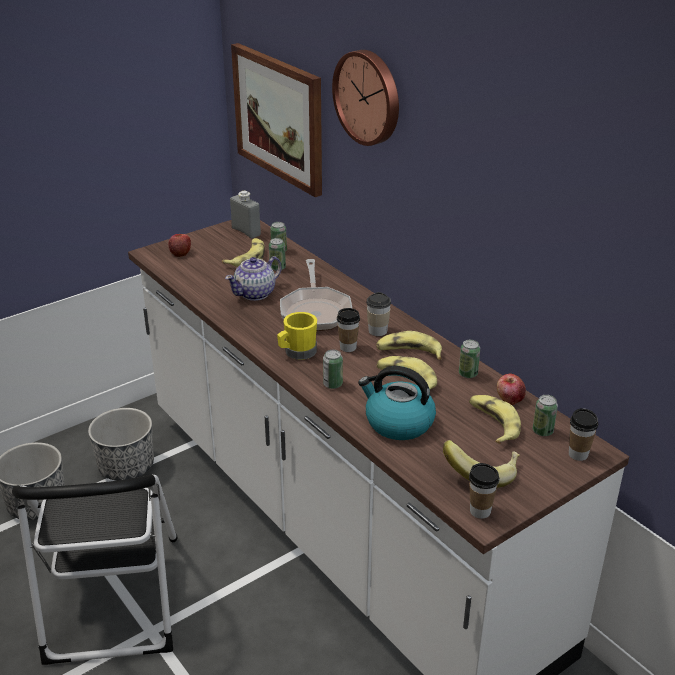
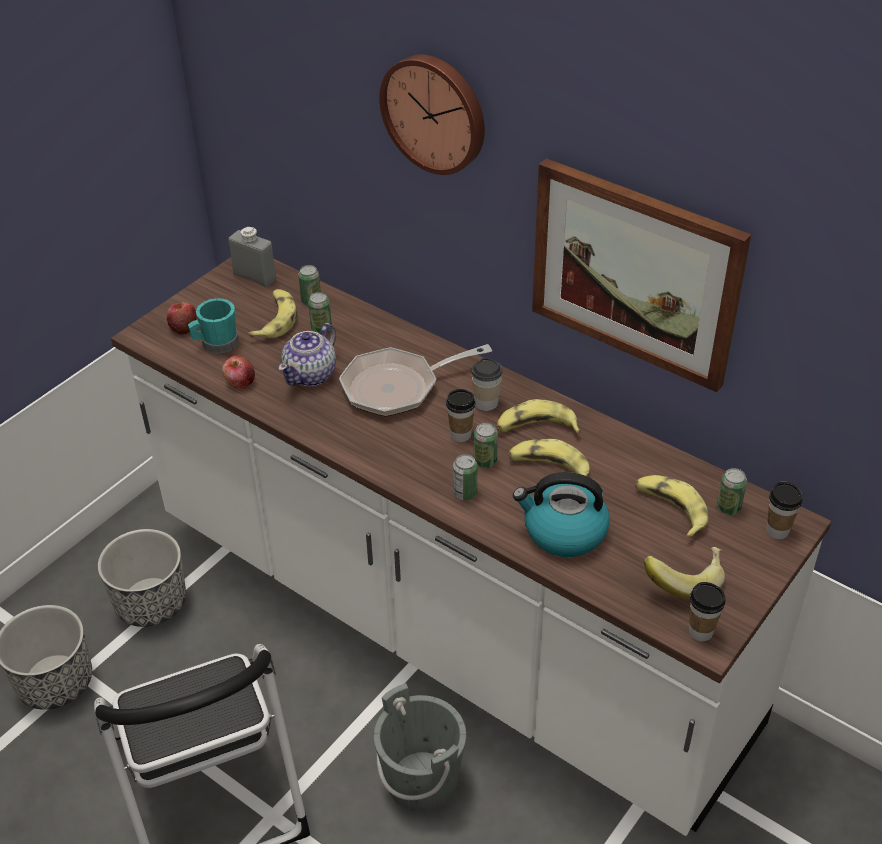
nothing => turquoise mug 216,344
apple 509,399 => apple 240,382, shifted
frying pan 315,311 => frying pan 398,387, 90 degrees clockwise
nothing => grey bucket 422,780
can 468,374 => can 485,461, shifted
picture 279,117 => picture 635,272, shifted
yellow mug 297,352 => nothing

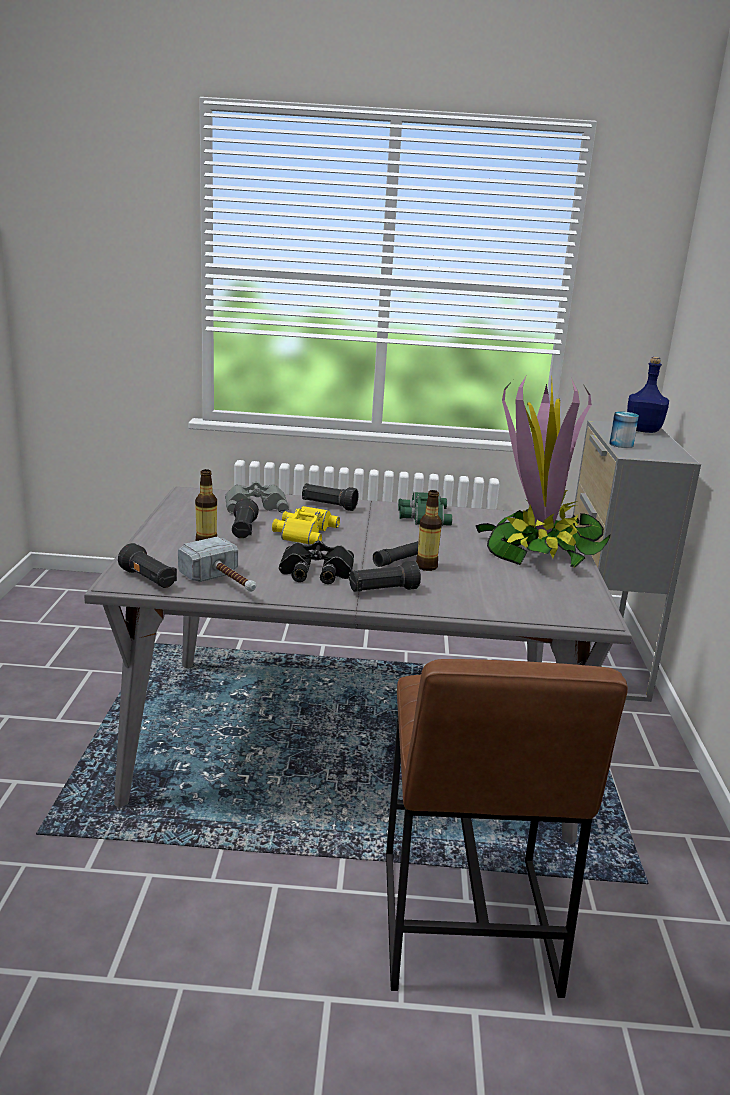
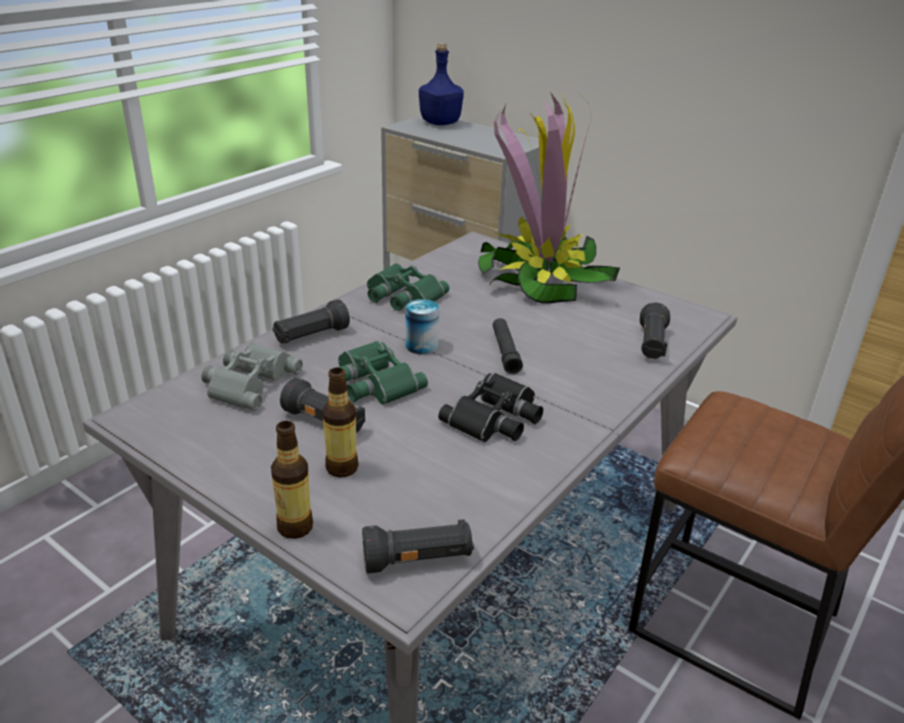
bottle 426,566 => bottle 295,527, shifted
yellow binoculars 303,532 => green binoculars 372,382
can 621,444 => can 421,345, shifted
black flashlight 382,591 => black flashlight 651,344, shifted
hammer 224,583 => nothing

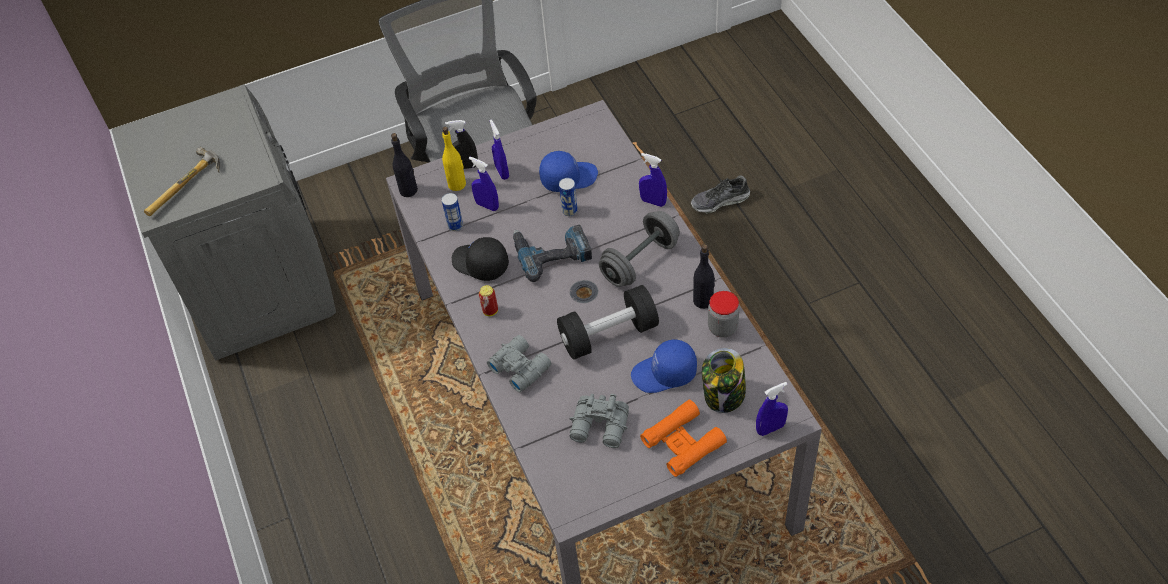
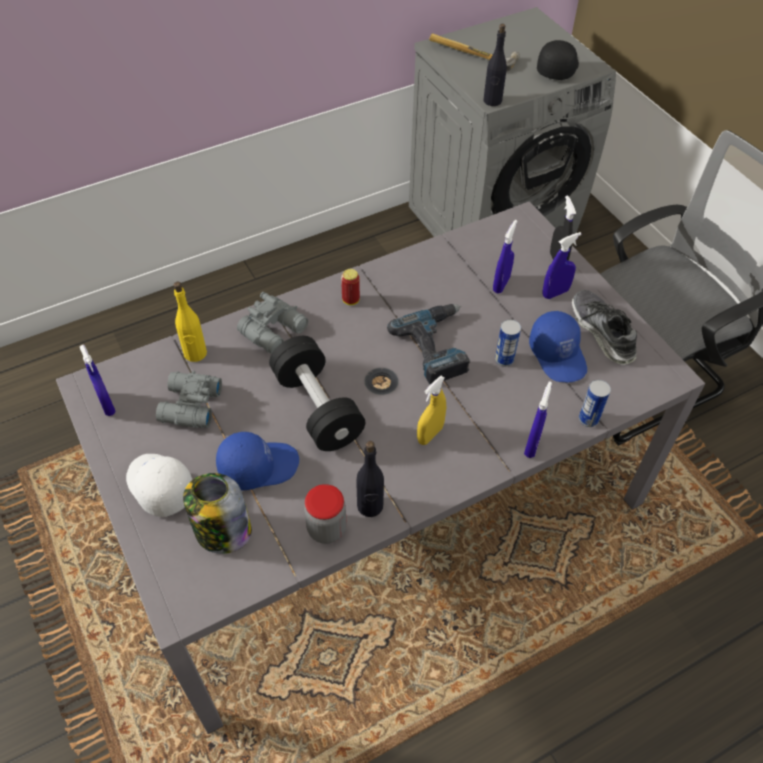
blue spray bottle 770,428 => blue spray bottle 107,405, shifted
orange binoculars 682,442 => white cap 159,487
yellow bottle 457,184 => yellow bottle 195,353, shifted
blue cap 664,374 => blue cap 258,466, 90 degrees clockwise
grey dumbbell 640,261 => yellow spray bottle 430,434
black bottle 408,190 => black bottle 492,101, shifted
black cap 480,264 => black cap 557,68, shifted
shoe 720,201 => shoe 601,332, shifted
can 455,226 => can 588,419, shifted

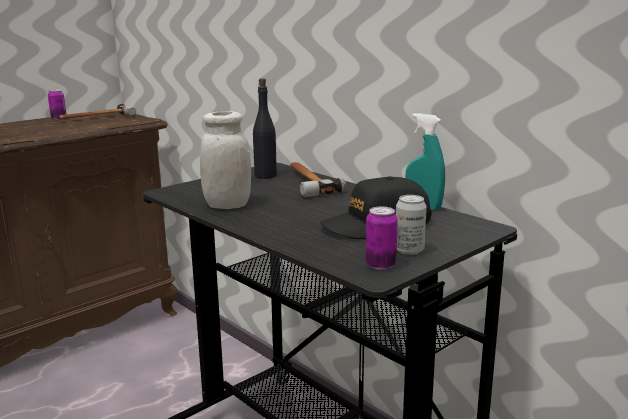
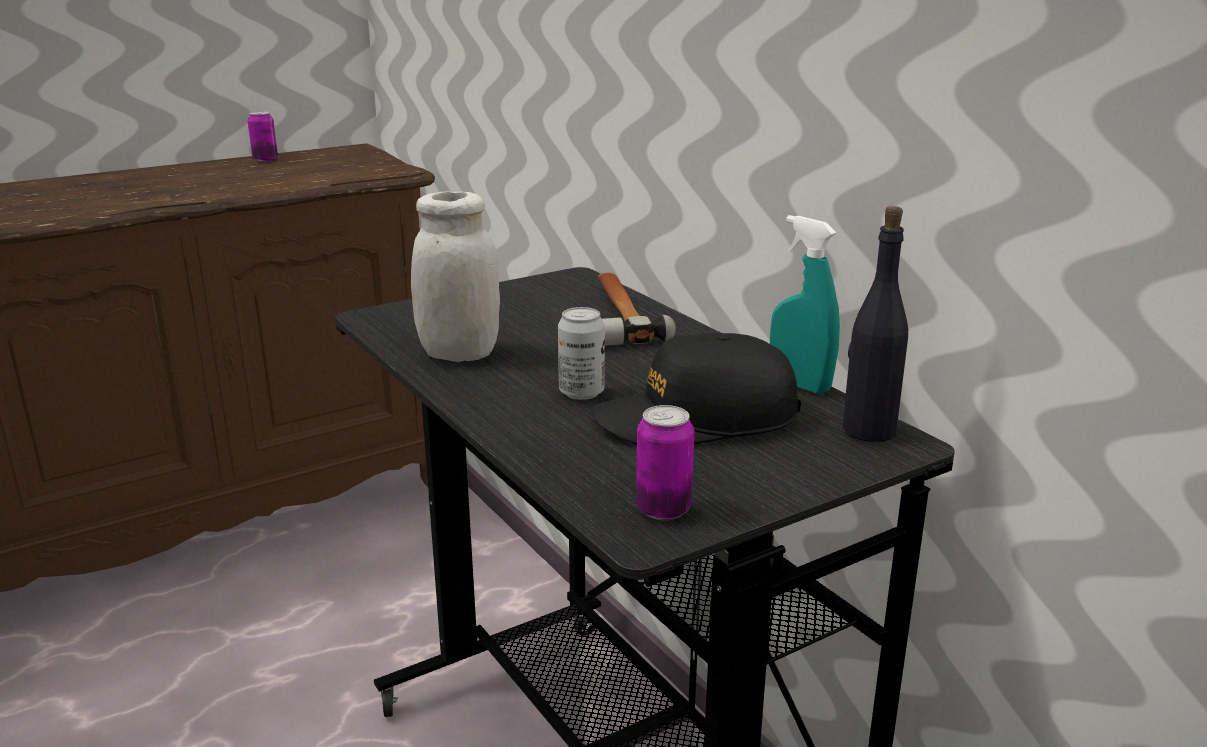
can 409,250 => can 581,392, shifted
black bottle 265,175 => black bottle 868,430, shifted
hammer 97,118 => nothing

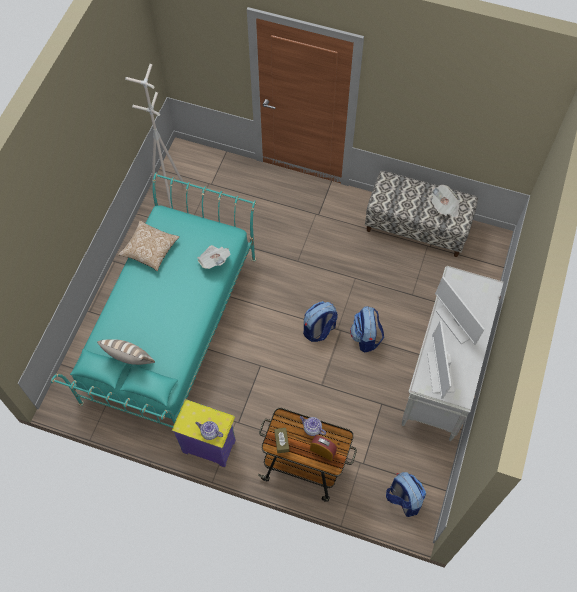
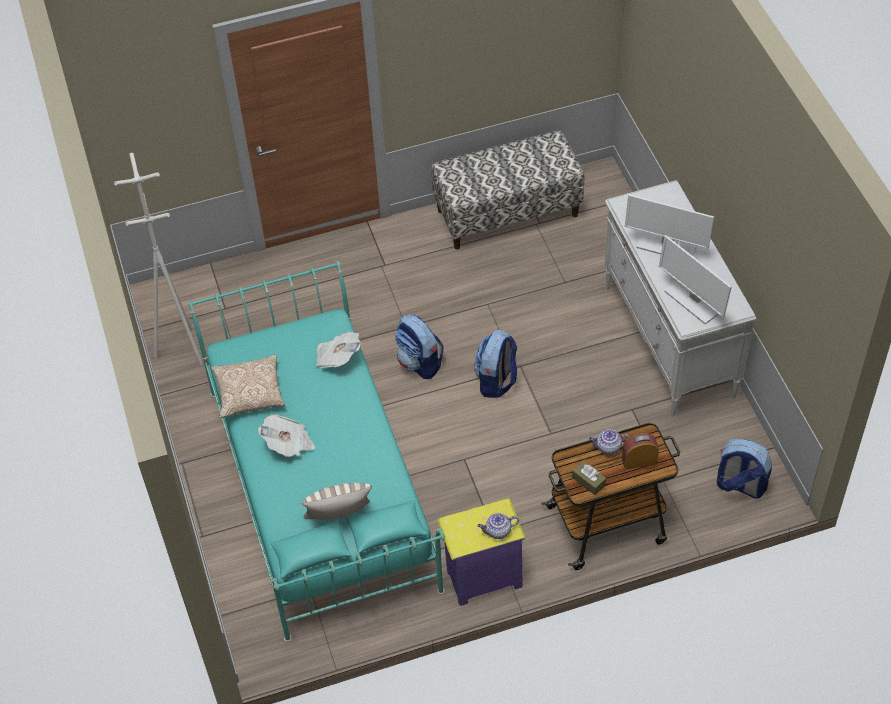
newspaper 444,207 => newspaper 288,444, shifted
backpack 366,337 => backpack 420,363, shifted

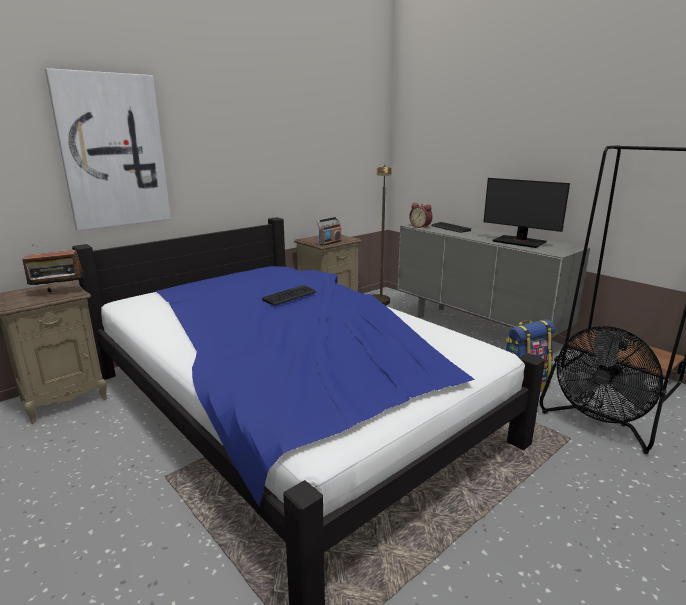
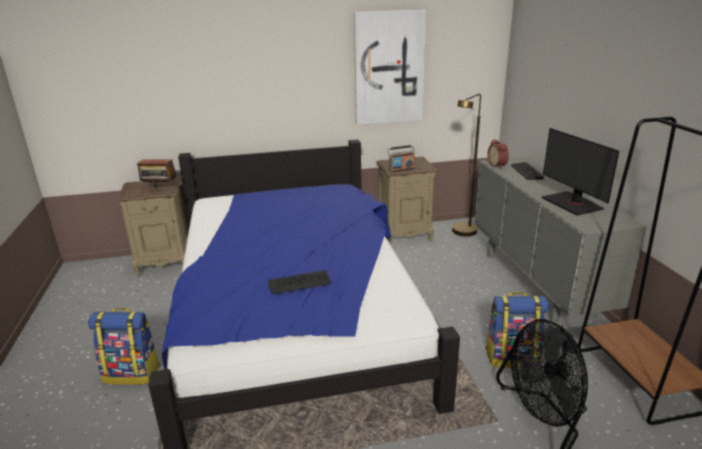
nothing => backpack 132,373
keyboard 290,296 => keyboard 299,283, shifted
picture 113,151 => picture 389,68, shifted

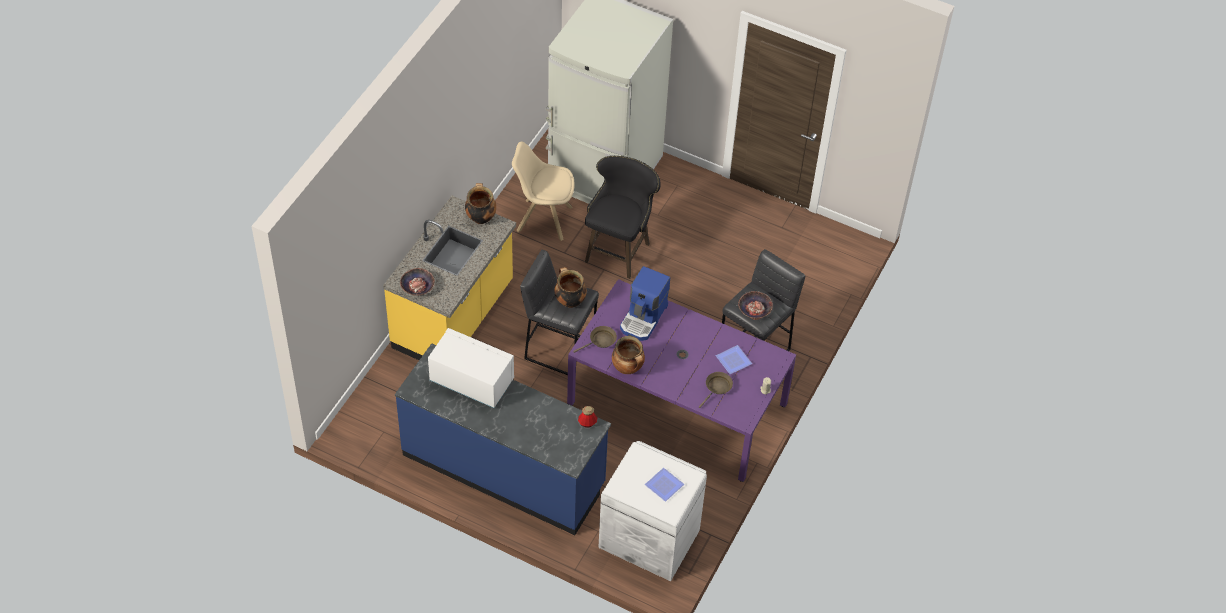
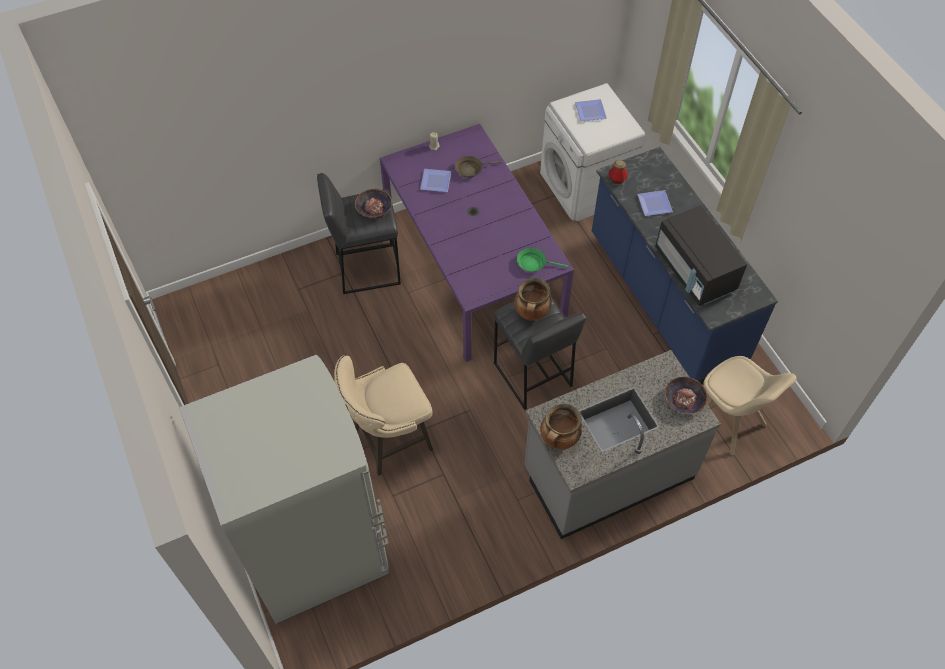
black stool 619,250 => beige stool 389,441
brown frying pan 600,341 => green frying pan 534,263
yellow counter 454,316 => grey counter 607,473
nothing => plate 653,205
white microwave 471,381 => black microwave 694,271
beige chair 543,219 => beige chair 728,421, shifted
cooking pot 628,368 => nothing
coffee machine 644,318 => nothing

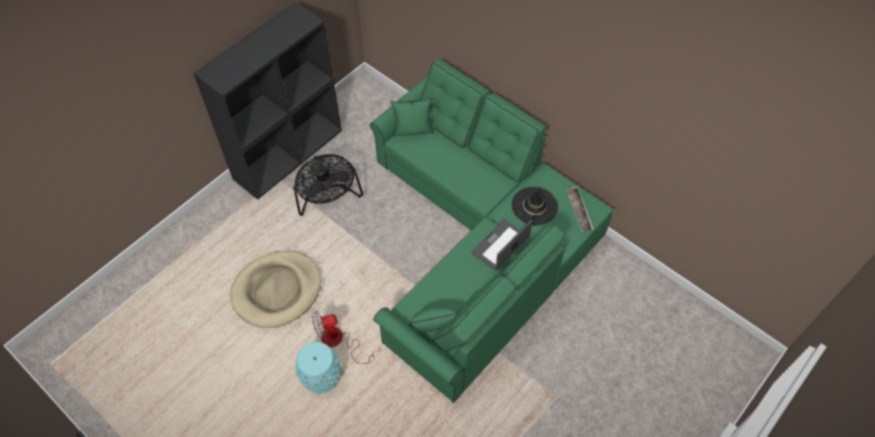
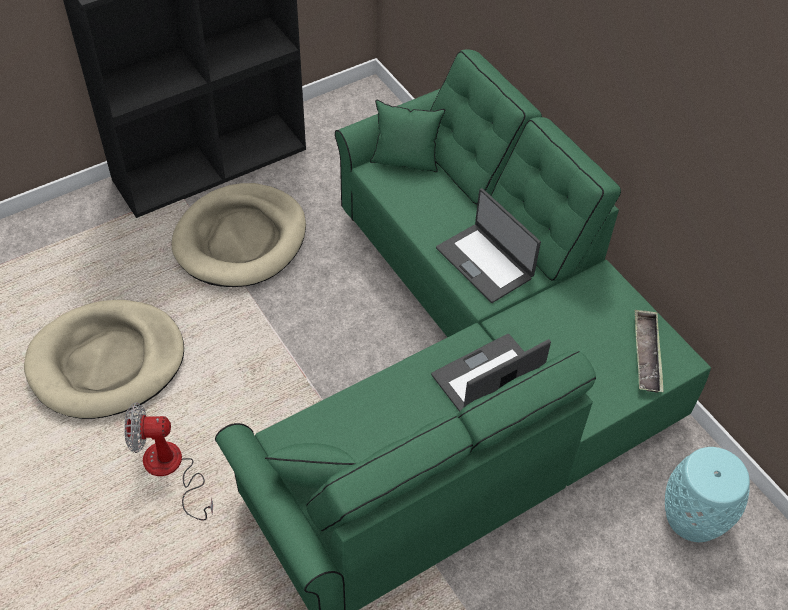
black fan 325,197 => beige dog bed 241,239
nothing => laptop 485,262
turquoise stool 321,378 => turquoise stool 694,516, shifted
black hat 534,206 => nothing

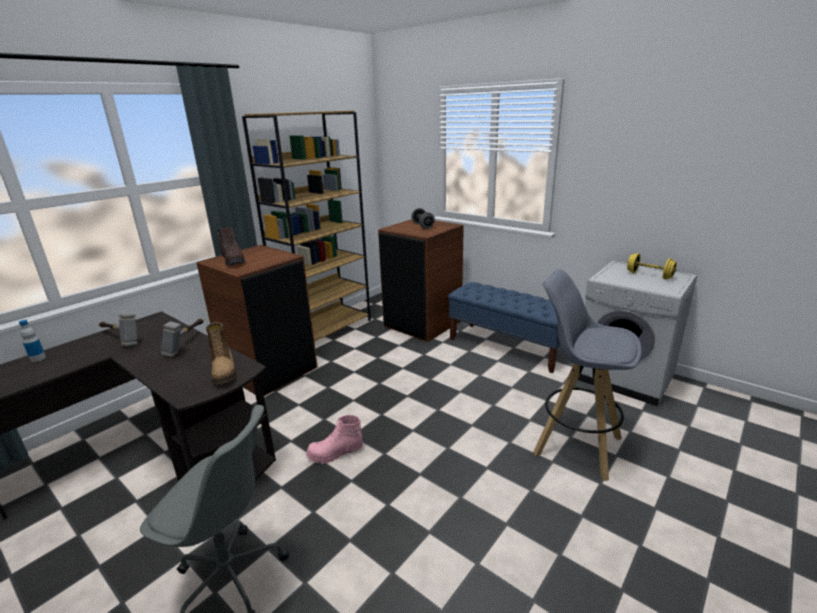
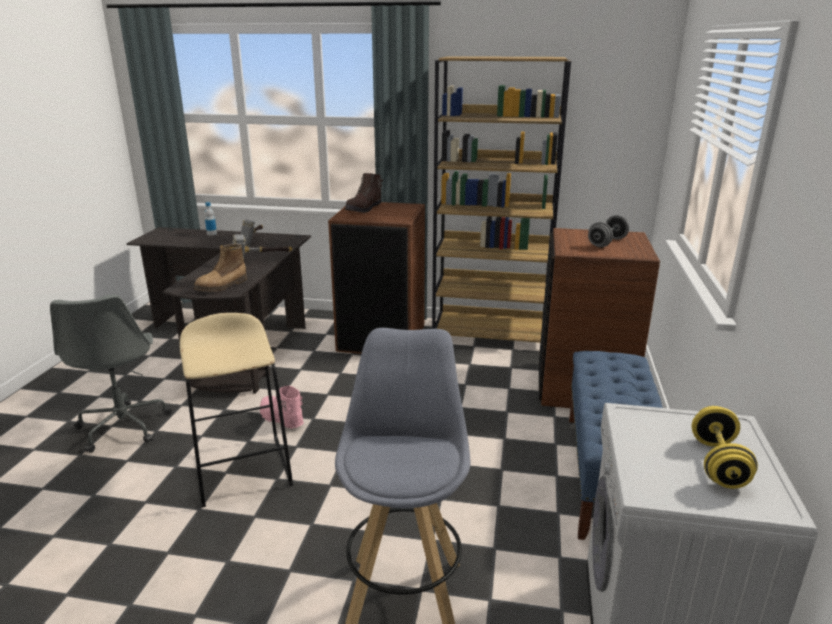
nothing => beige stool 243,470

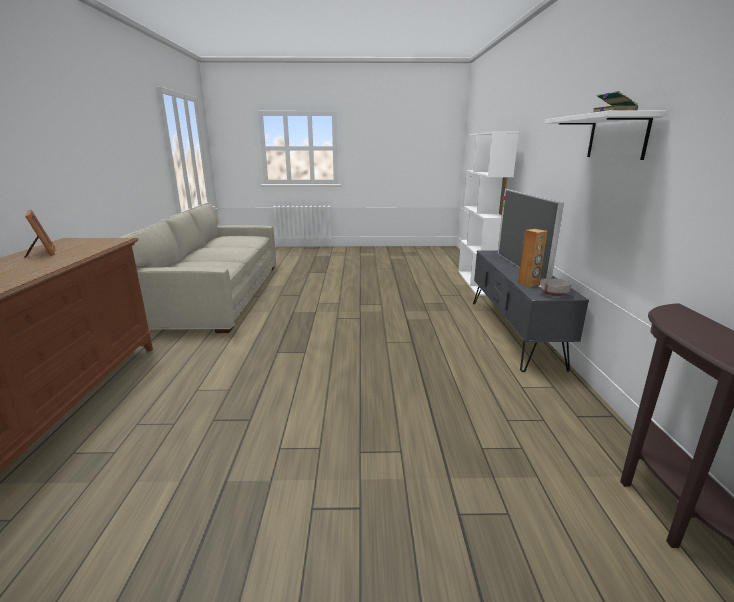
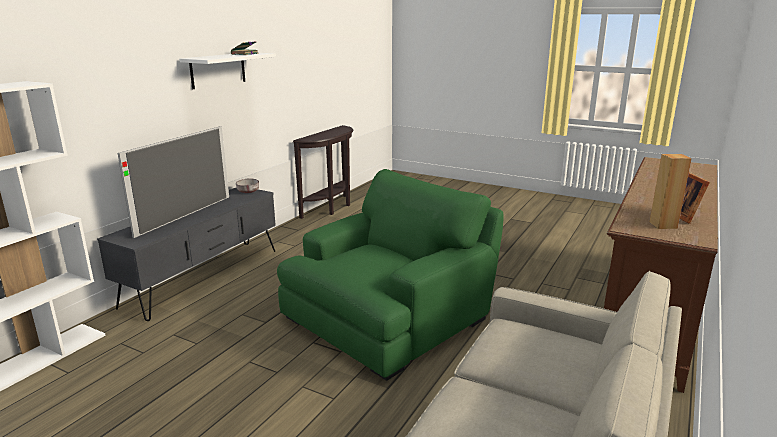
nothing => green armchair 390,316
brown speaker 528,284 => brown speaker 663,225, shifted

